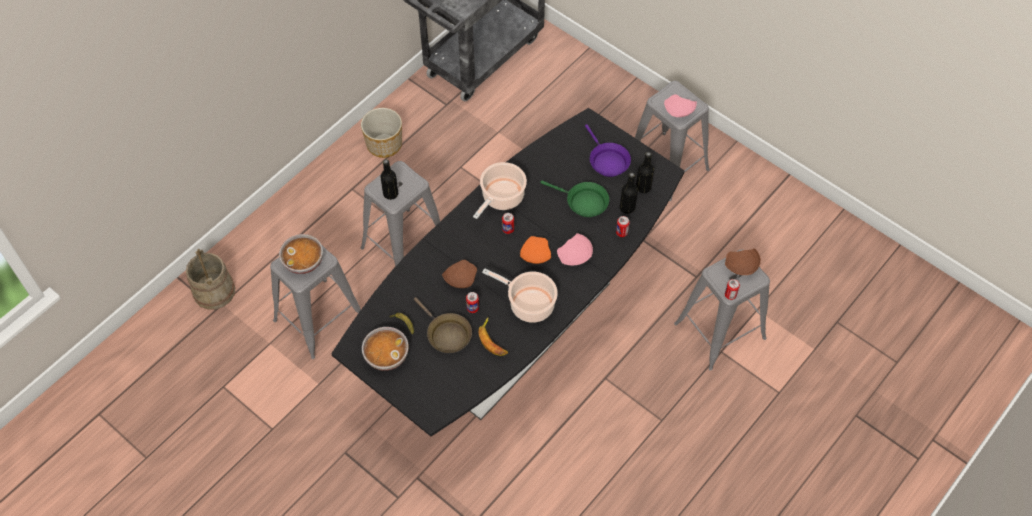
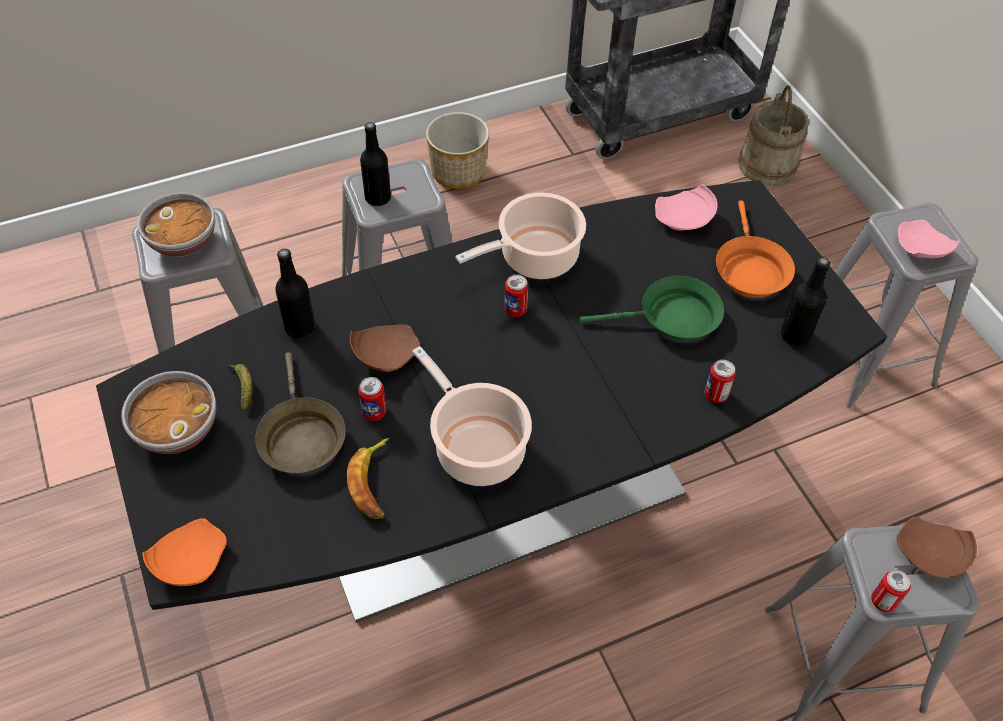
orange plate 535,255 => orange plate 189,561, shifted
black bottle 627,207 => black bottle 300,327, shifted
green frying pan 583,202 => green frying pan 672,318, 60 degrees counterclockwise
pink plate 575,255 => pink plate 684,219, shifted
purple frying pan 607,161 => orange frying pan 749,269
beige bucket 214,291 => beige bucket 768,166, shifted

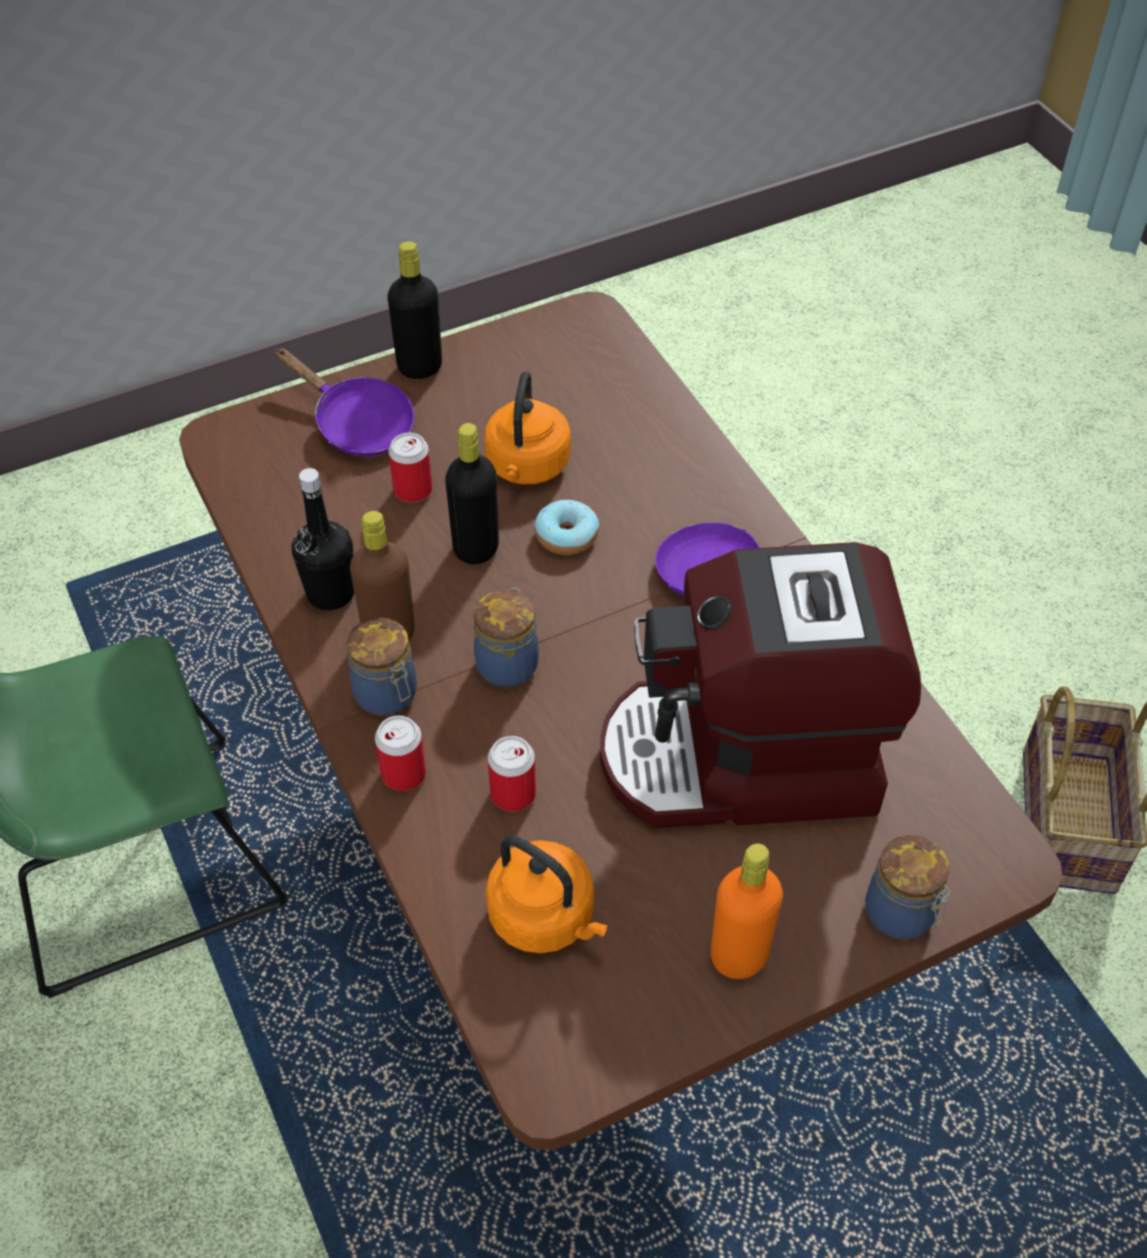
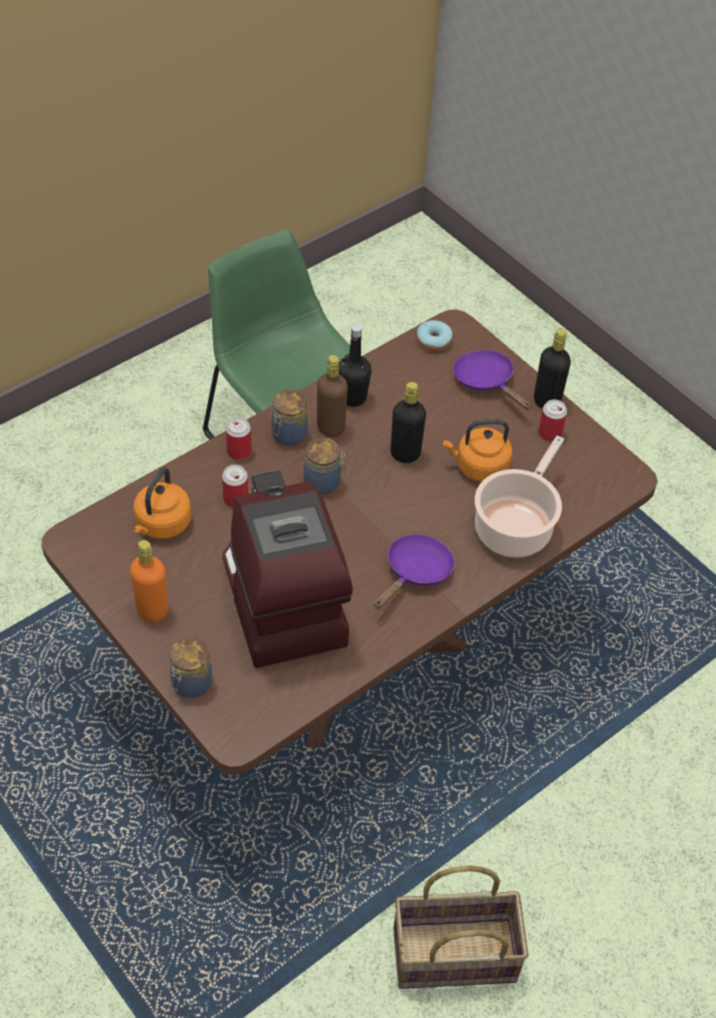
donut 566,536 => donut 434,340, shifted
purple frying pan 357,424 => purple frying pan 487,382, 120 degrees clockwise
nothing => cooking pot 515,526
can 413,490 => can 549,433, shifted

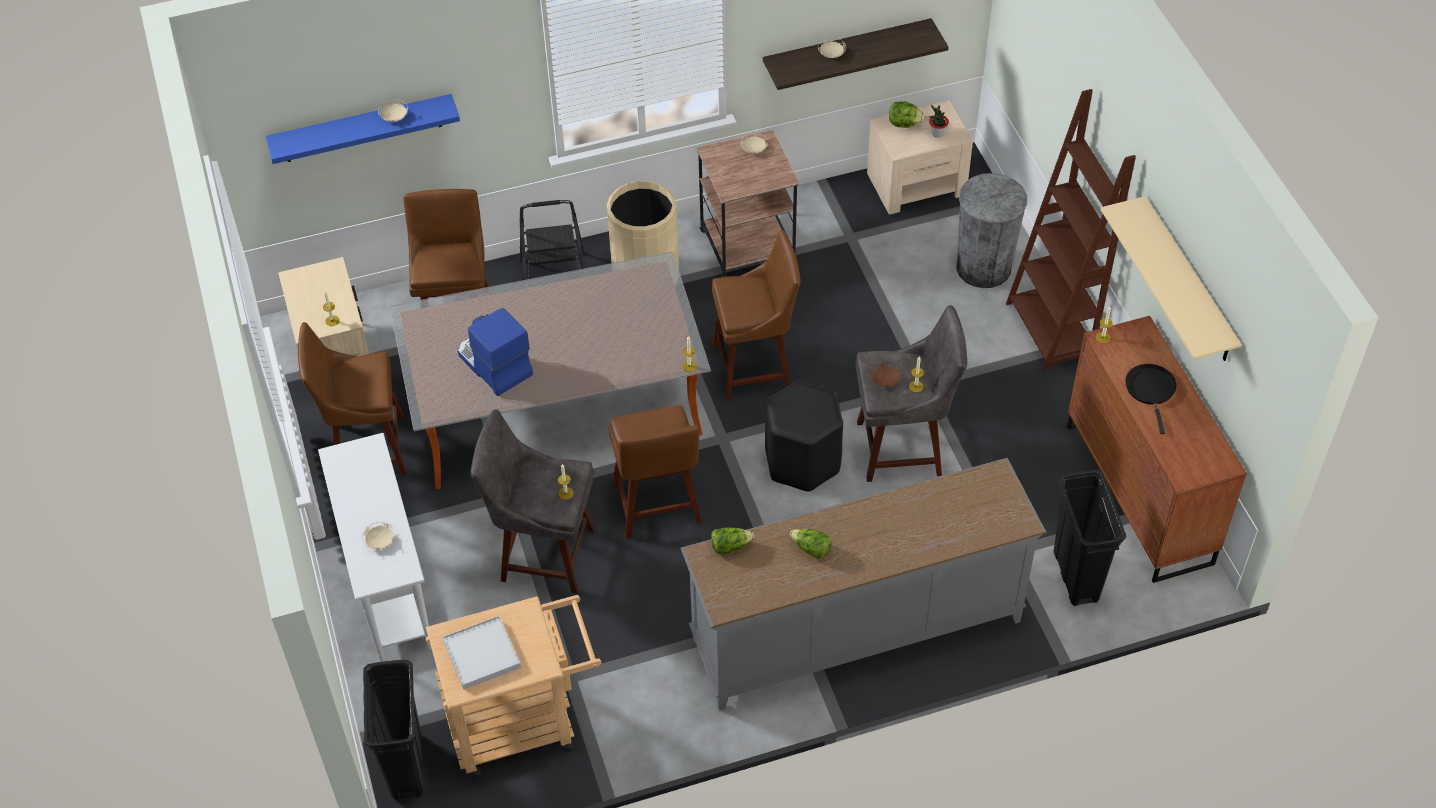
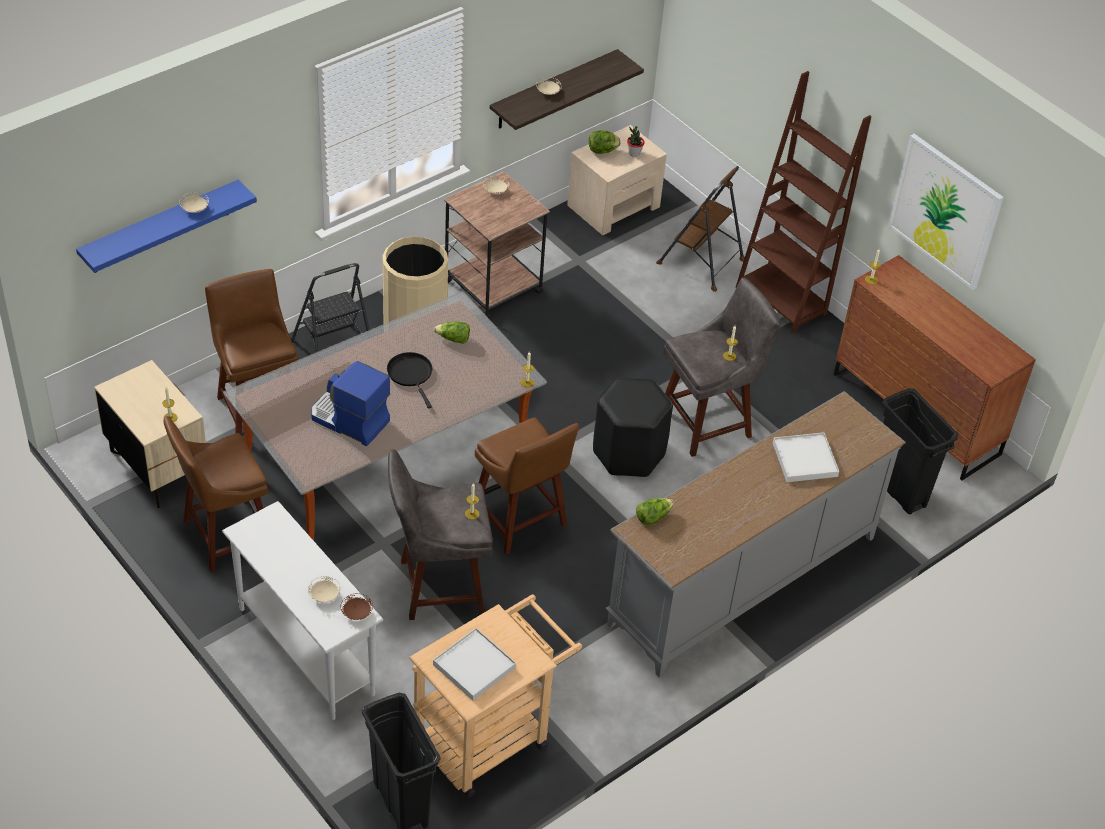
brown plate 885,380 => brown plate 356,612, shifted
black frying pan 1151,390 => black frying pan 411,374, shifted
lettuce 811,549 => lettuce 453,339, shifted
grey trash can 983,268 => brown step ladder 703,262
nothing => white tray 804,459
beige shelf 1188,282 => picture 945,211
brown chair 756,366 => nothing

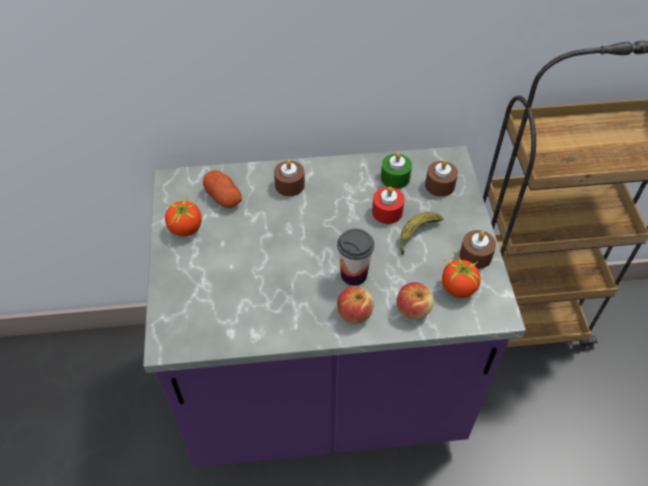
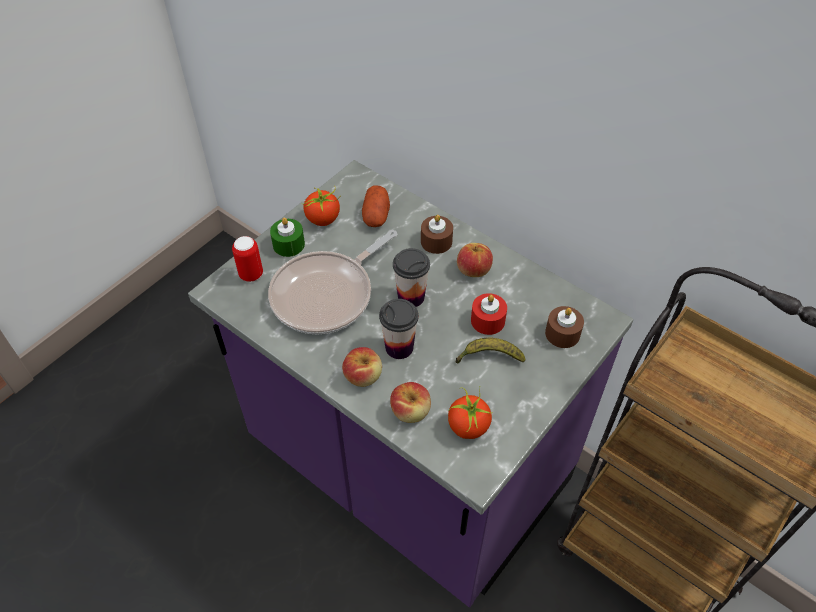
nothing => can 251,274
nothing => frying pan 327,295
green candle 395,177 => green candle 288,244, shifted
nothing => cup 411,297
nothing => apple 473,269
brown candle 475,255 => nothing

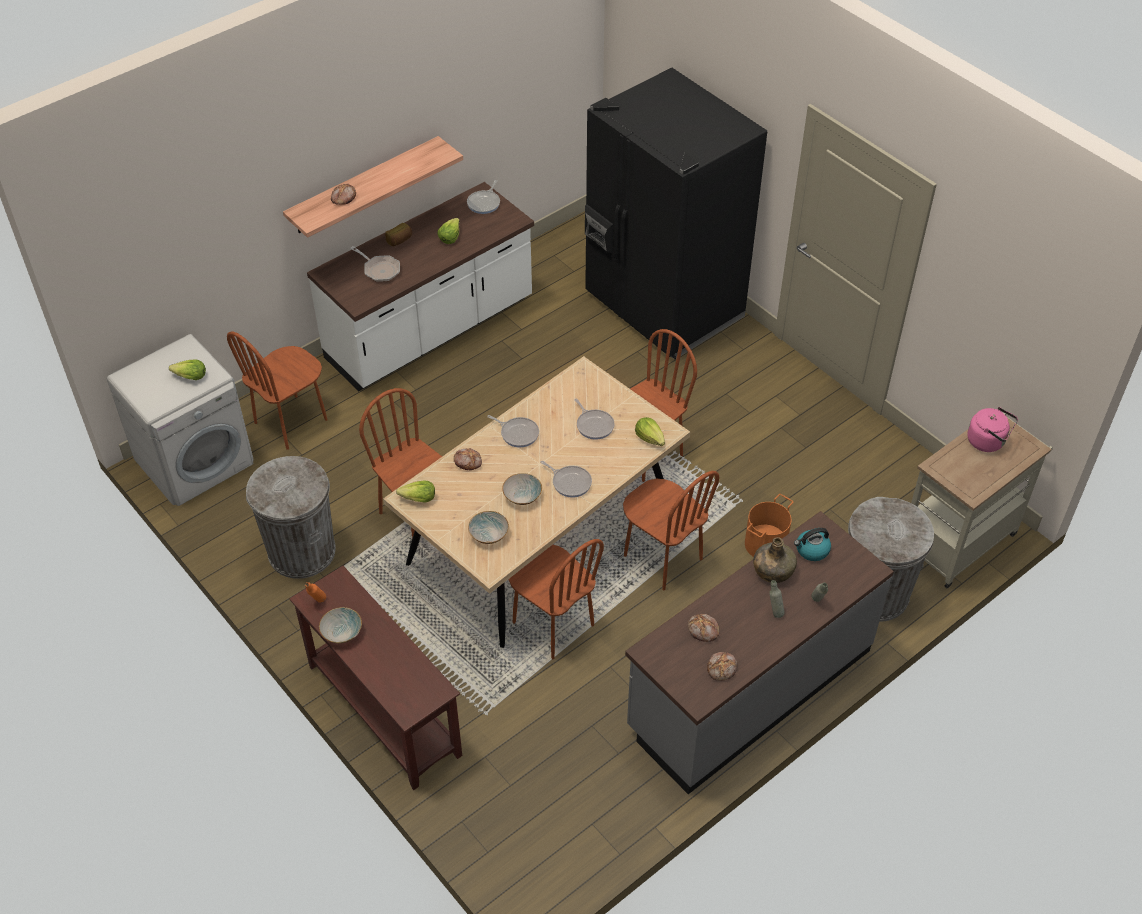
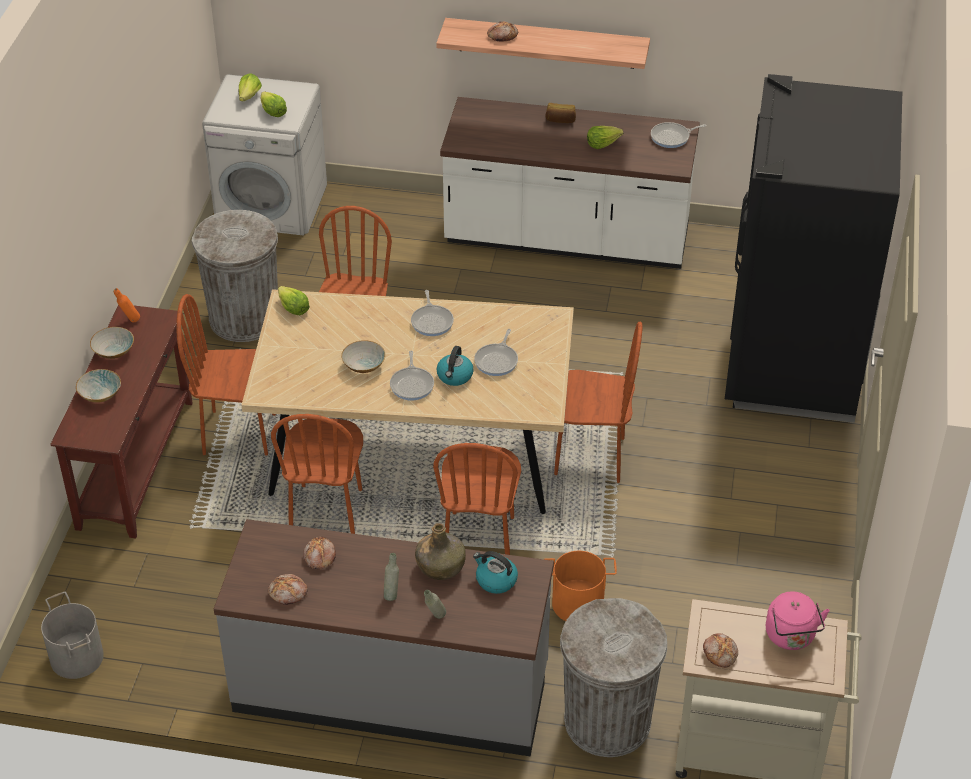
nothing => grey bucket 76,657
bowl 489,534 => bowl 101,394, shifted
brown chair 291,421 => brown chair 239,433, shifted
lettuce 650,438 => lettuce 249,96, shifted
nothing => kettle 455,376
bread 468,461 => bread 720,653, shifted
frying pan 379,270 => nothing

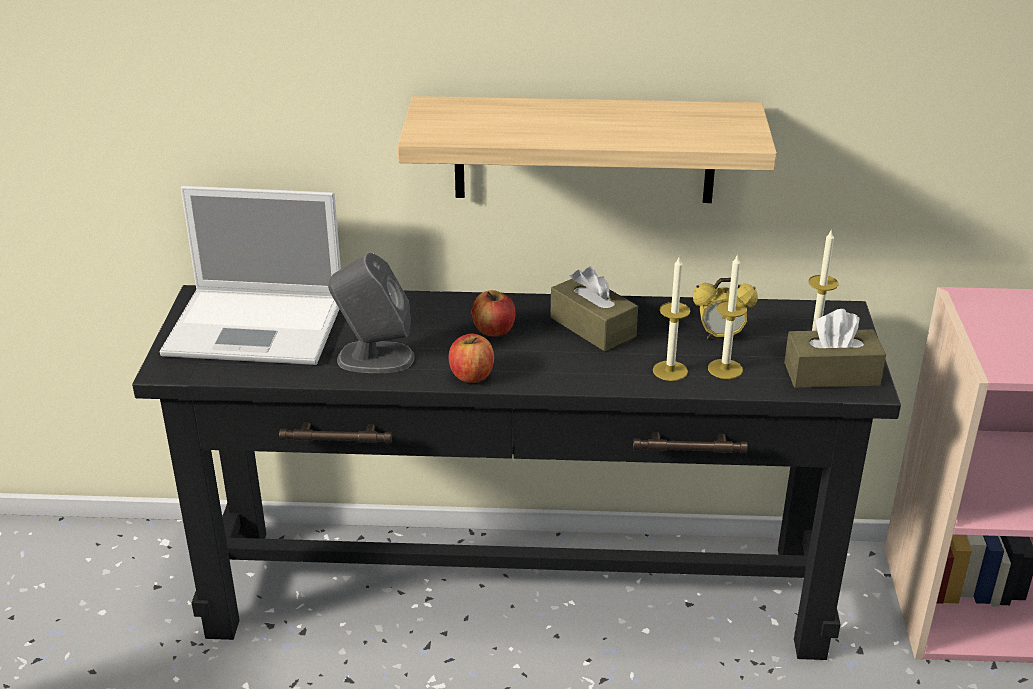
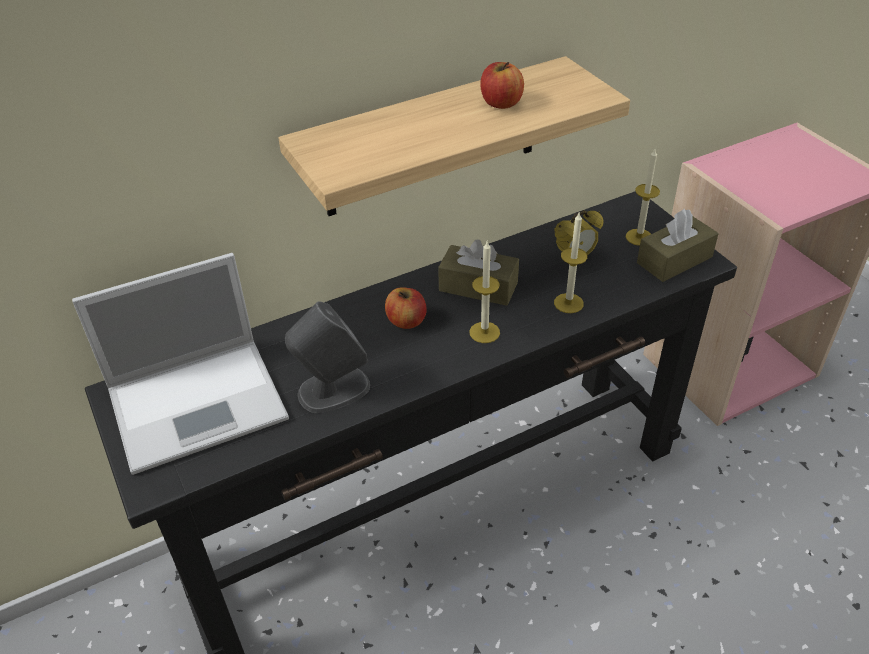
candle 725,369 => candle 484,332, shifted
apple 471,375 => apple 501,103, shifted

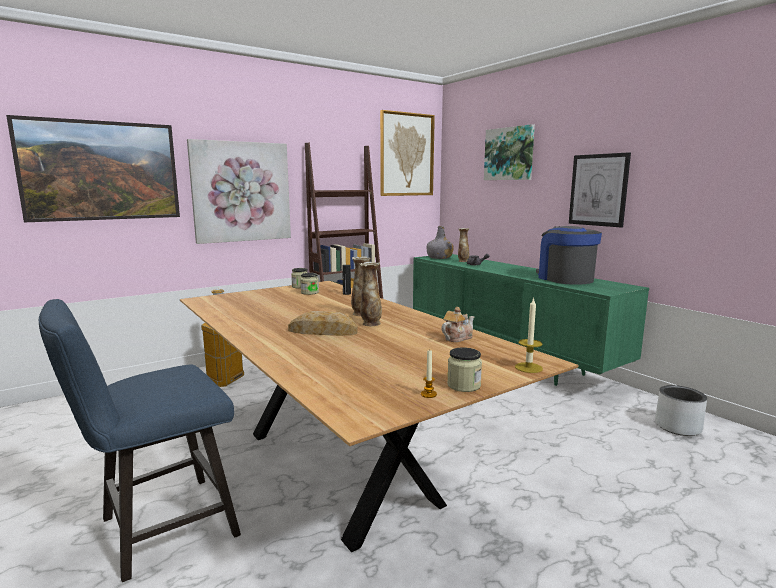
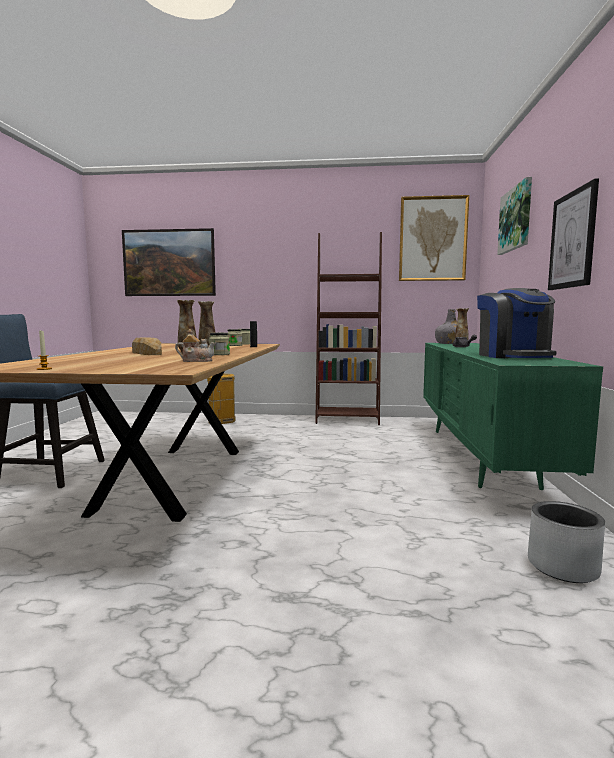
jar 464,385 => jar 219,354, shifted
coffee machine 564,279 => coffee machine 513,356, 150 degrees clockwise
picture 241,192 => nothing
candle 528,367 => nothing

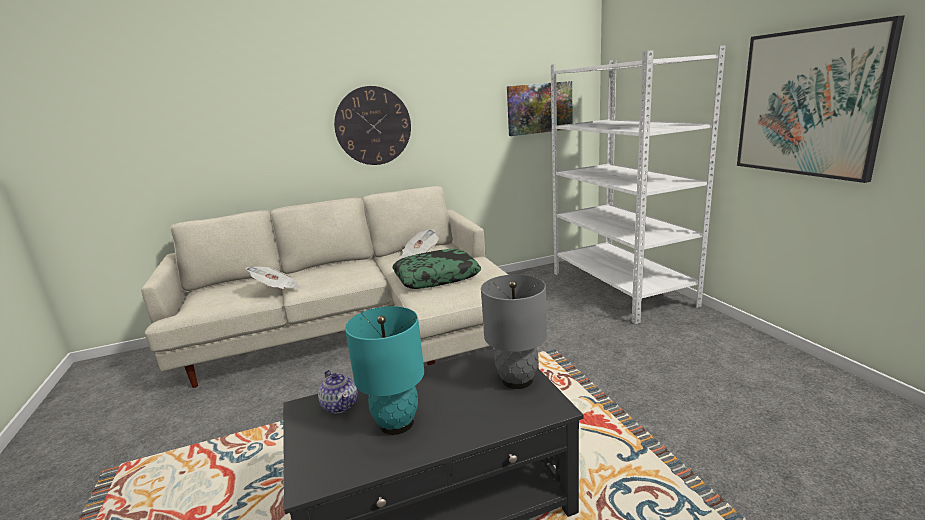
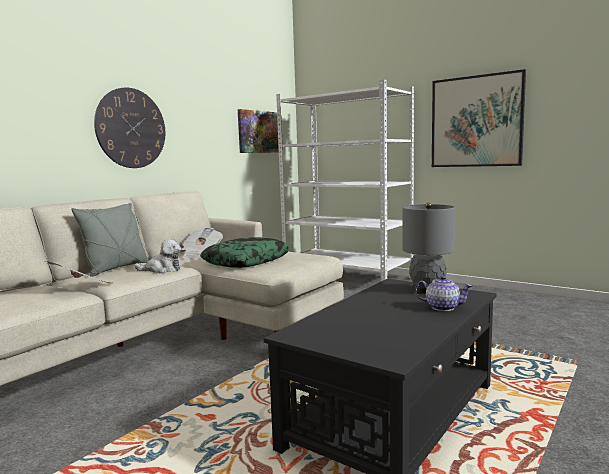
nothing => grey pillow 116,268
nothing => plush toy 162,270
teapot 340,405 => teapot 442,307, shifted
turquoise table lamp 396,423 => nothing

